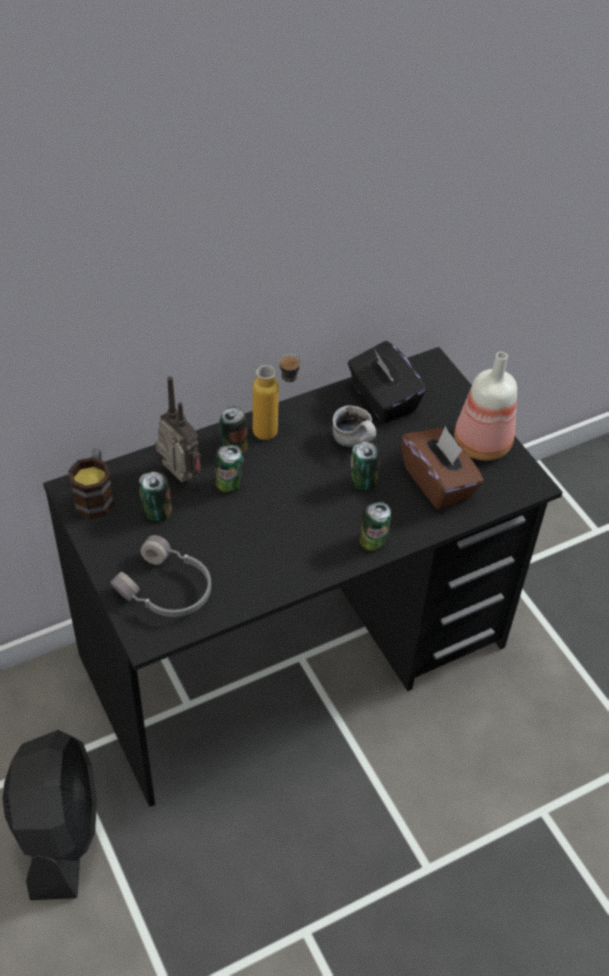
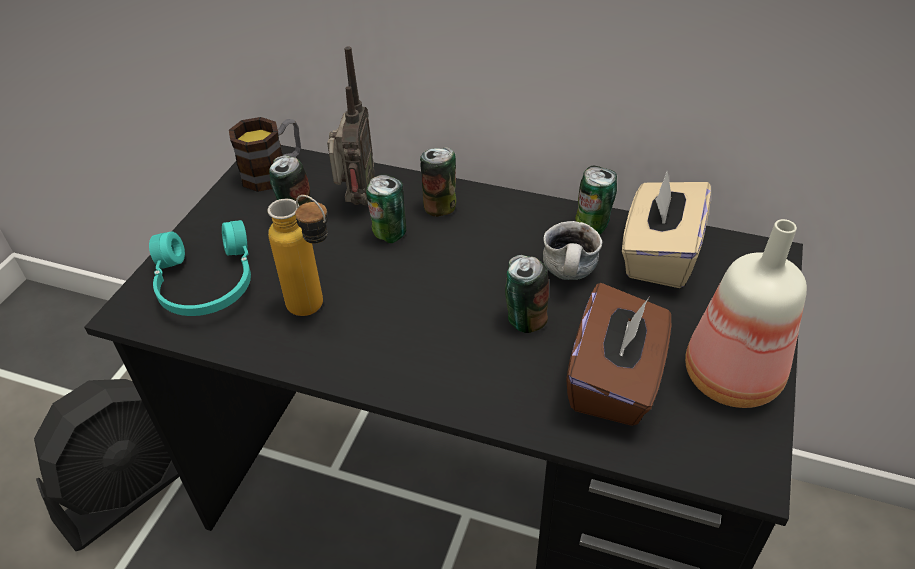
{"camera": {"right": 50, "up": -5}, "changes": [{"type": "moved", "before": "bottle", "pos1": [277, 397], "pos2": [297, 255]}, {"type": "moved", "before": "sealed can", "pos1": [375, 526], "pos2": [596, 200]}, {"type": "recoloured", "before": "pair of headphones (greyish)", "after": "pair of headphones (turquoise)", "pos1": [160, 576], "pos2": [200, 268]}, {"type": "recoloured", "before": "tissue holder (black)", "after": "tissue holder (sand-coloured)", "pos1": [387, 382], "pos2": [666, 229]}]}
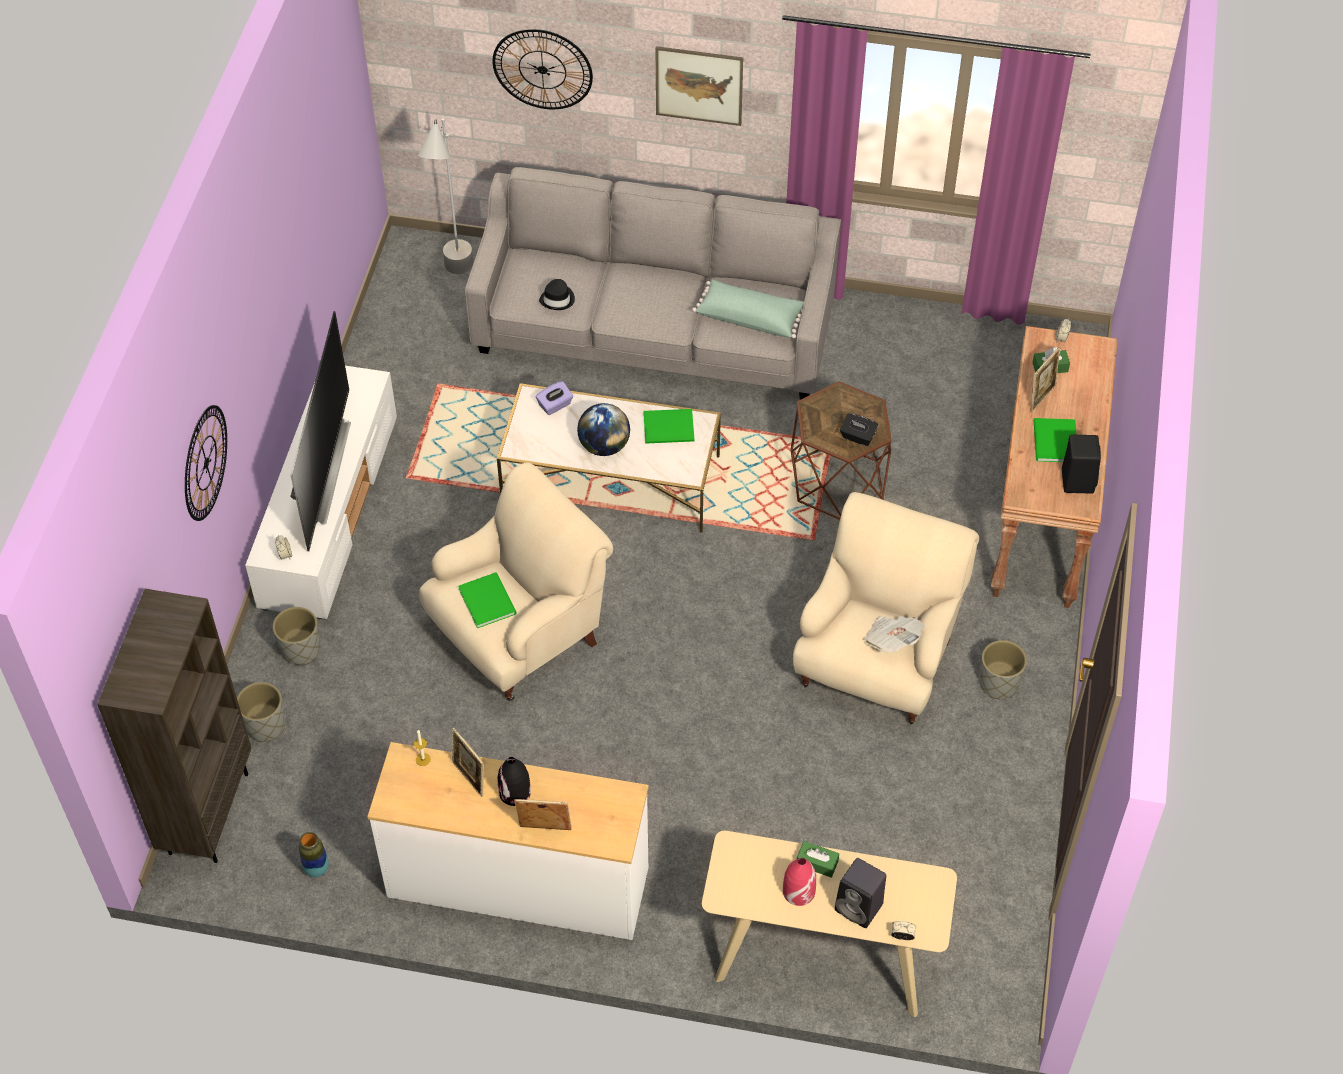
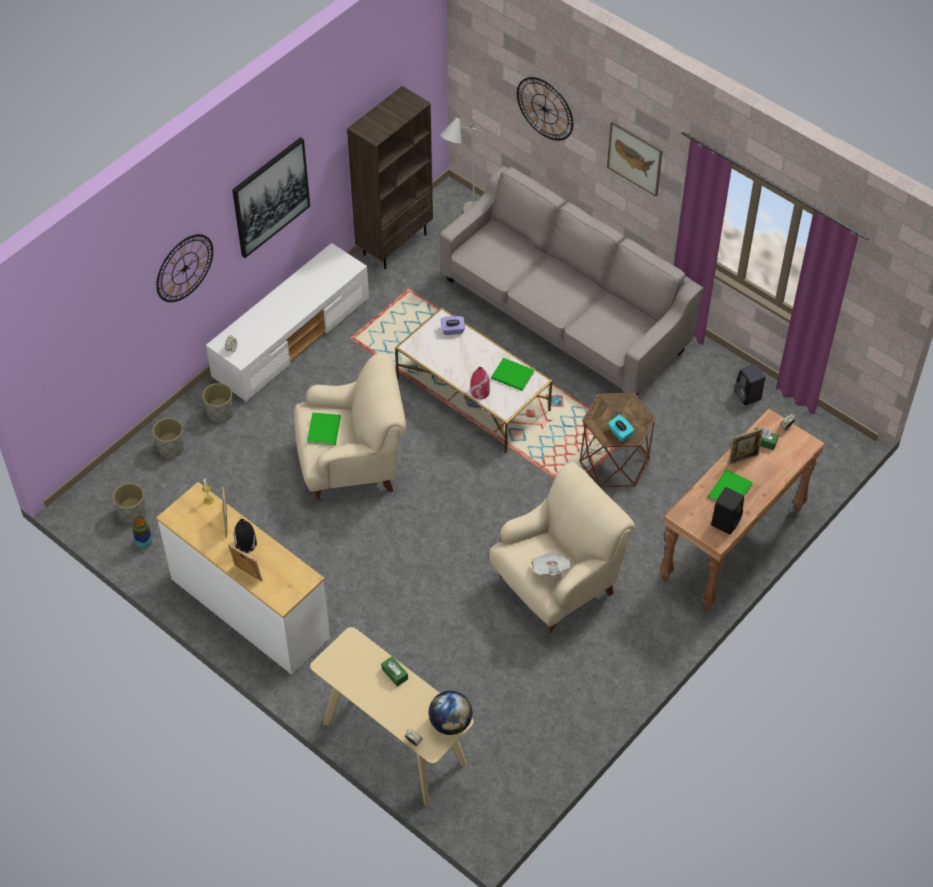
{"camera": {"right": 30, "up": 0}, "changes": [{"type": "removed", "before": "TV", "pos1": [320, 431]}, {"type": "removed", "before": "wearable hat (black)", "pos1": [557, 294]}, {"type": "removed", "before": "throw pillow (green)", "pos1": [748, 308]}, {"type": "added", "after": "wall art", "pos2": [271, 197]}, {"type": "moved", "before": "bookshelf (brown)", "pos1": [174, 726], "pos2": [390, 177]}, {"type": "moved", "before": "world globe", "pos1": [603, 429], "pos2": [450, 713]}, {"type": "moved", "before": "decorative vase (red)", "pos1": [799, 882], "pos2": [480, 383]}, {"type": "moved", "before": "speaker (black)", "pos1": [860, 893], "pos2": [750, 385]}, {"type": "moved", "before": "plant pot (greyish)", "pos1": [1003, 669], "pos2": [129, 503]}, {"type": "recoloured", "before": "tissue holder (black)", "after": "tissue holder (turquoise)", "pos1": [859, 429], "pos2": [621, 428]}]}
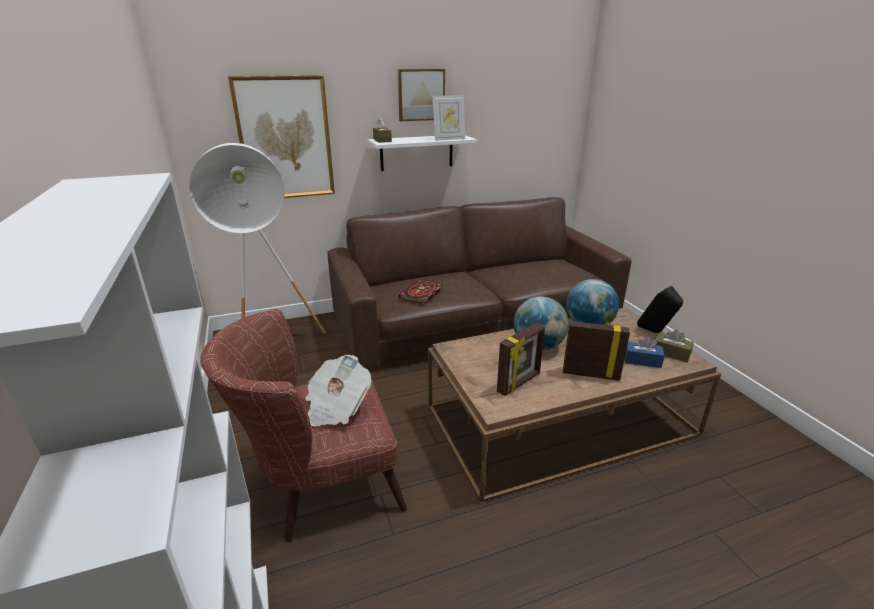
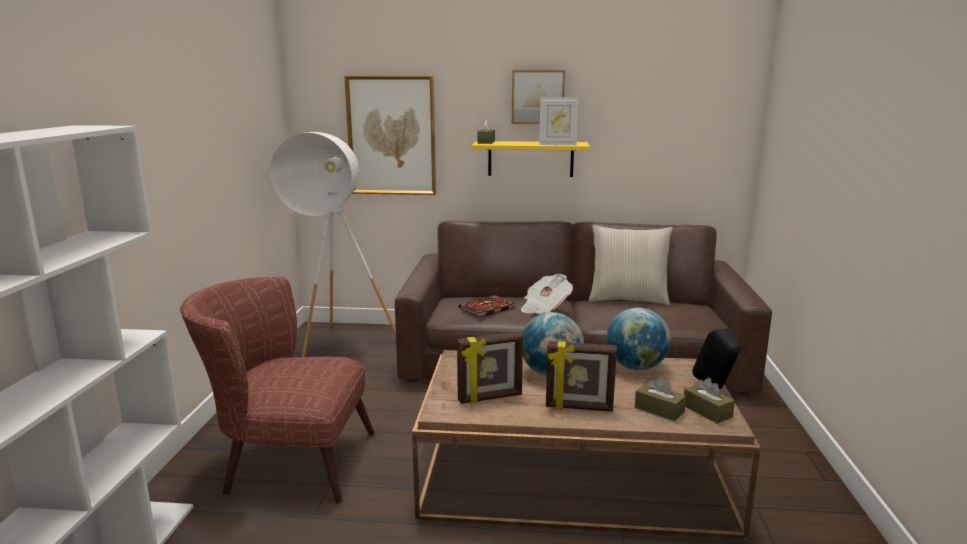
{"camera": {"right": 25, "up": -10}, "changes": [{"type": "added", "after": "throw pillow (sand-coloured)", "pos2": [630, 265]}, {"type": "moved", "before": "daily paper", "pos1": [338, 390], "pos2": [547, 294]}, {"type": "recoloured", "before": "bracket shelf (white-coloured)", "after": "bracket shelf (yellow)", "pos1": [422, 153], "pos2": [530, 159]}, {"type": "recoloured", "before": "tissue holder (blue)", "after": "tissue holder (brown)", "pos1": [645, 352], "pos2": [660, 399]}, {"type": "turned", "before": "standing frame", "pos1": [596, 351], "pos2": [581, 376], "turn": 150}]}
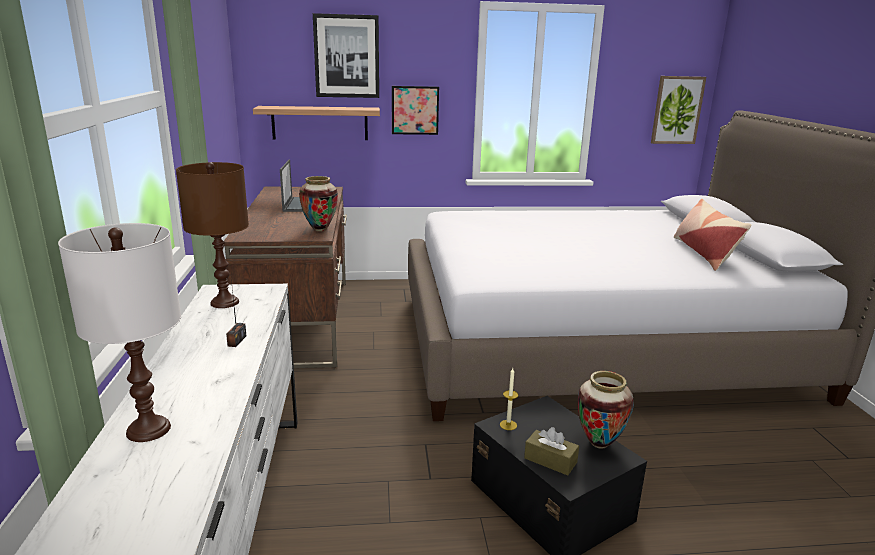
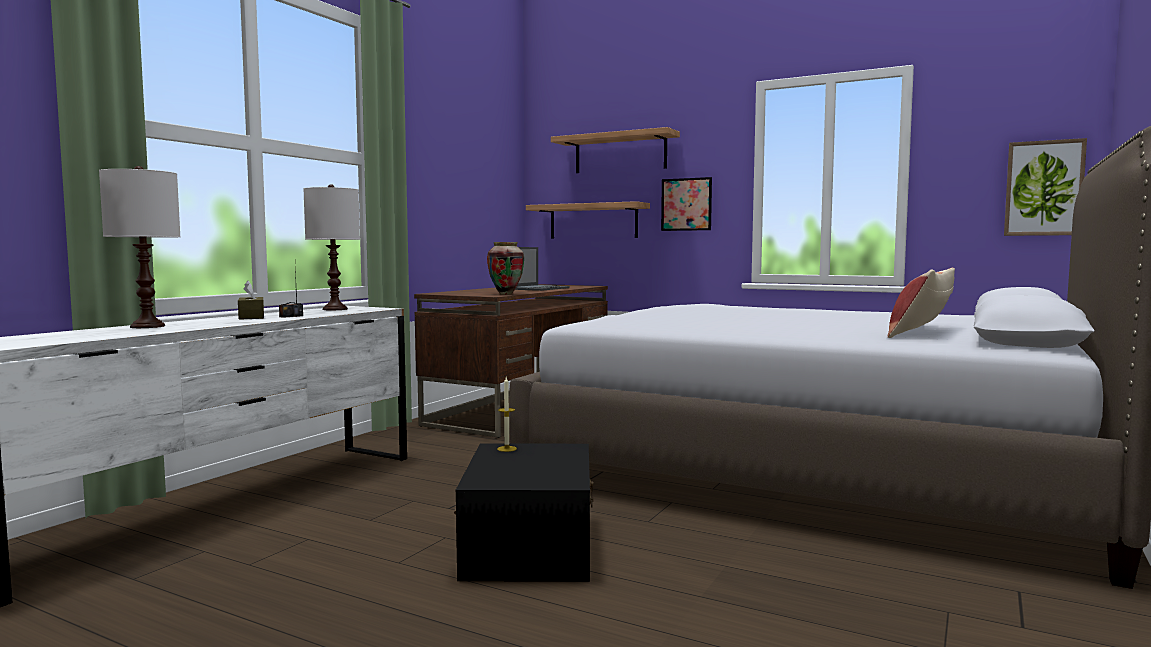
{"camera": {"right": 35, "up": -15}, "changes": [{"type": "removed", "before": "decorative vase", "pos1": [606, 410]}, {"type": "moved", "before": "tissue holder (brown)", "pos1": [551, 451], "pos2": [251, 300]}, {"type": "replaced", "before": "wall art", "after": "bracket shelf", "pos1": [346, 55], "pos2": [615, 150]}, {"type": "recoloured", "before": "table lamp (brown)", "after": "table lamp (white-coloured)", "pos1": [212, 235], "pos2": [331, 247]}]}
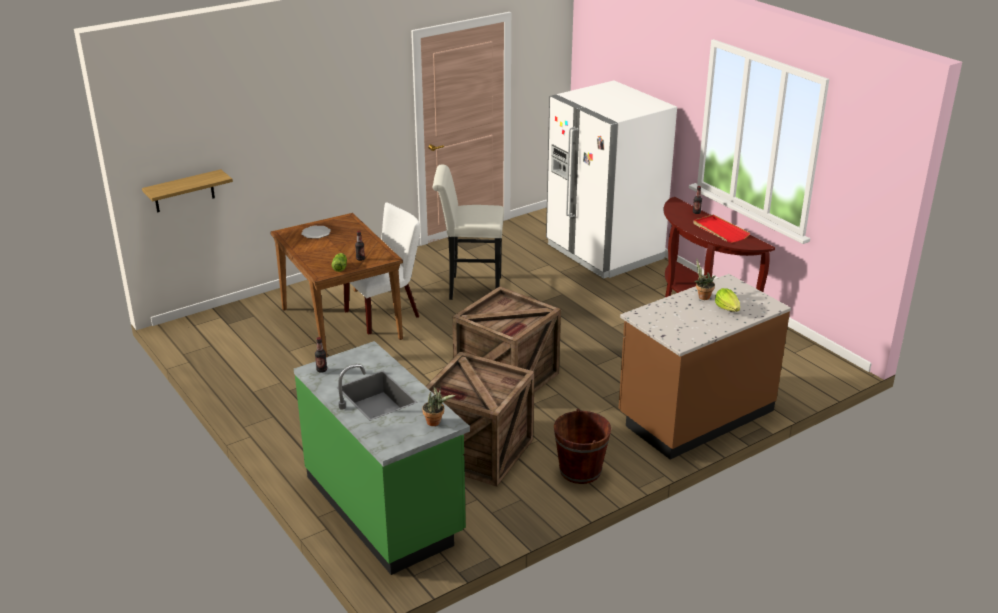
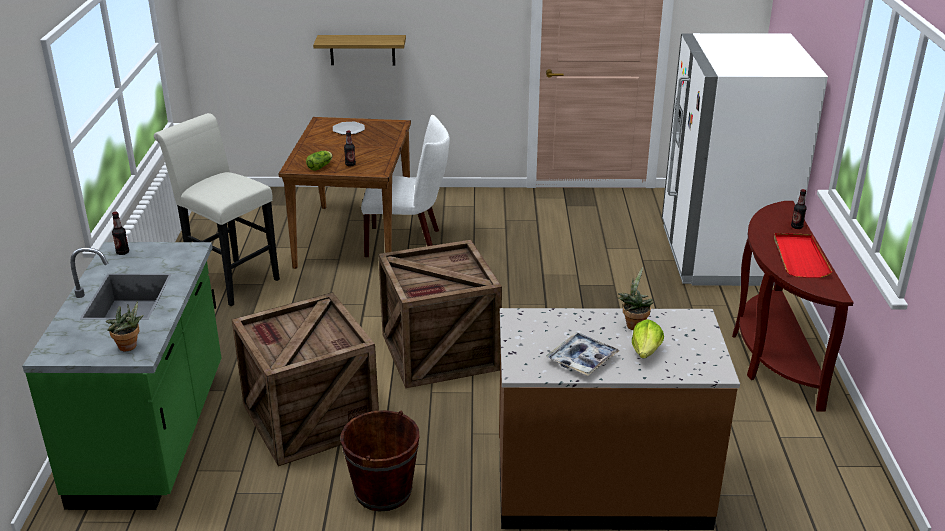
{"camera": {"right": 35, "up": 0}, "changes": [{"type": "added", "after": "serving tray", "pos2": [582, 354]}, {"type": "moved", "before": "bracket shelf", "pos1": [187, 191], "pos2": [359, 50]}, {"type": "moved", "before": "stool (white-coloured)", "pos1": [468, 232], "pos2": [217, 209]}]}
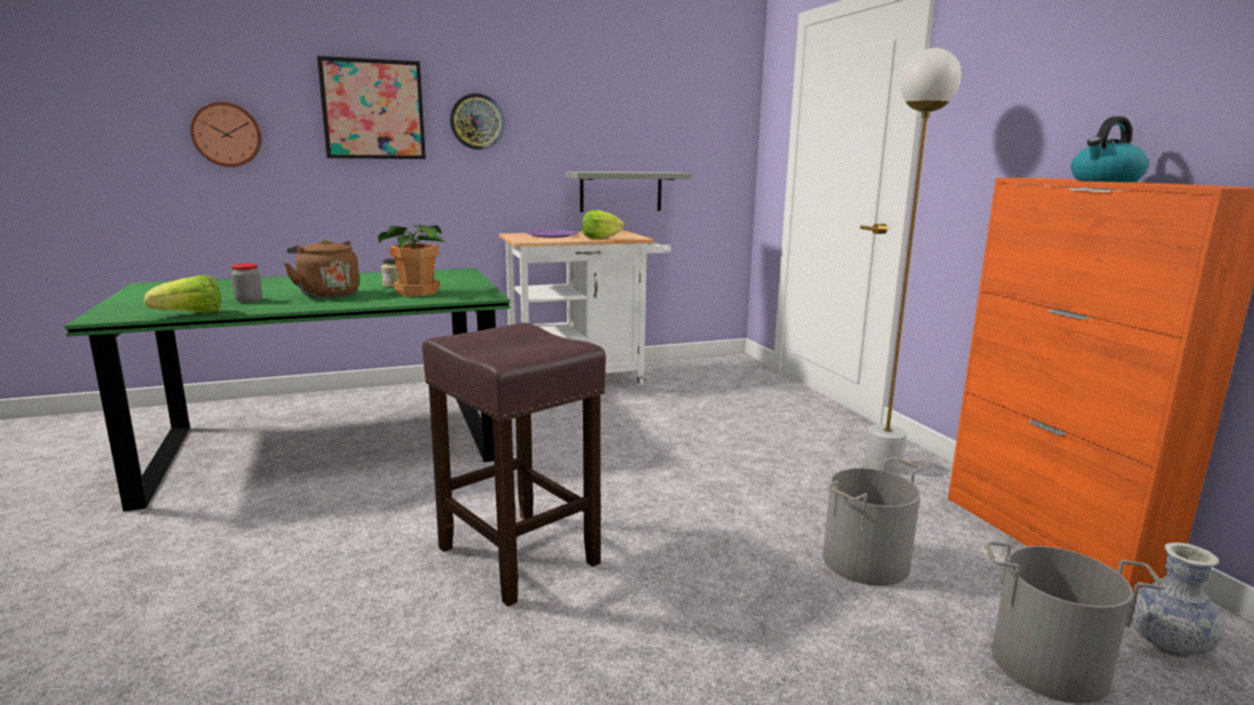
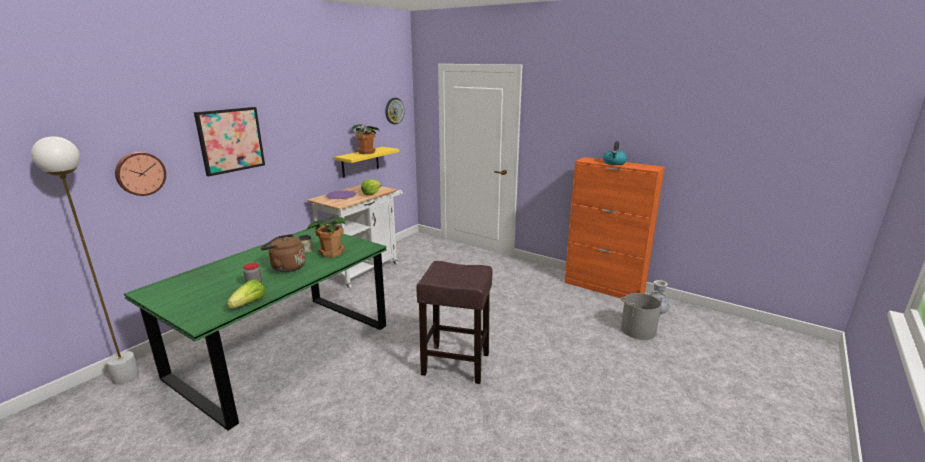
{"camera": {"right": -35, "up": 5}, "changes": [{"type": "removed", "before": "pail (greyish)", "pos1": [873, 521]}, {"type": "added", "after": "houseplant", "pos2": [365, 139]}, {"type": "moved", "before": "clock on the wall", "pos1": [477, 121], "pos2": [395, 111]}, {"type": "moved", "before": "floor lamp (white-coloured)", "pos1": [913, 261], "pos2": [85, 260]}, {"type": "recoloured", "before": "bracket shelf (greyish)", "after": "bracket shelf (yellow)", "pos1": [629, 191], "pos2": [366, 162]}]}
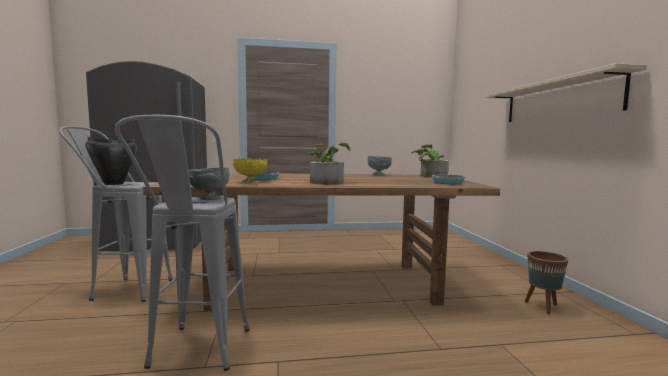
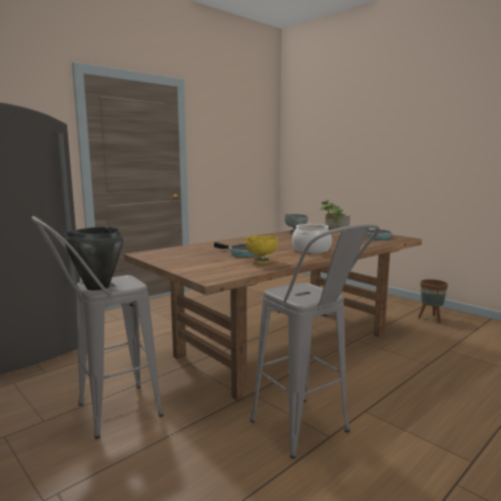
{"camera": {"right": -35, "up": 5}, "changes": [{"type": "removed", "before": "deep dish (greyish)", "pos1": [208, 184]}, {"type": "removed", "before": "bracket shelf (sand-coloured)", "pos1": [566, 92]}, {"type": "replaced", "before": "houseplant", "after": "cooking pot", "pos1": [330, 164], "pos2": [312, 238]}]}
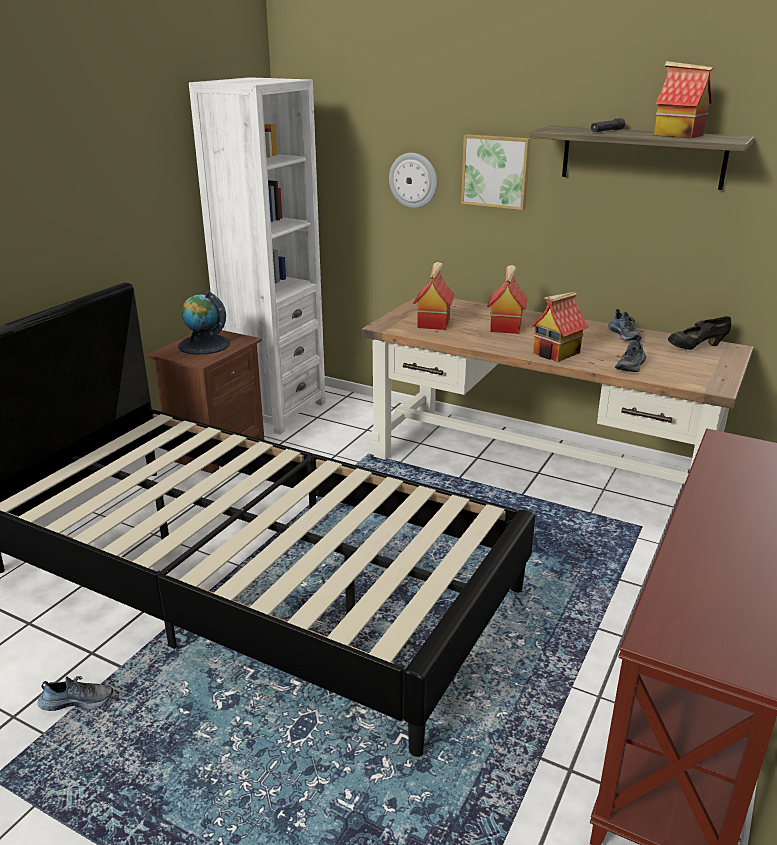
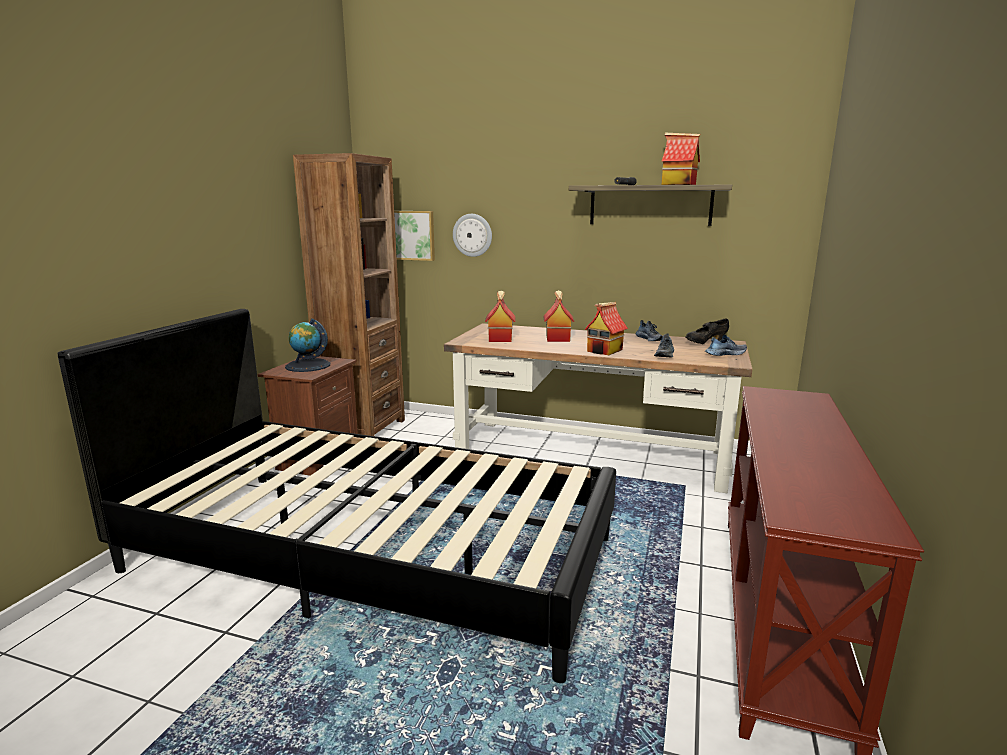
{"camera": {"right": -10, "up": -10}, "changes": [{"type": "moved", "before": "shoe", "pos1": [75, 693], "pos2": [726, 345]}, {"type": "moved", "before": "wall art", "pos1": [496, 172], "pos2": [414, 236]}, {"type": "recoloured", "before": "bookshelf (white-coloured)", "after": "bookshelf (brown)", "pos1": [257, 256], "pos2": [349, 294]}]}
